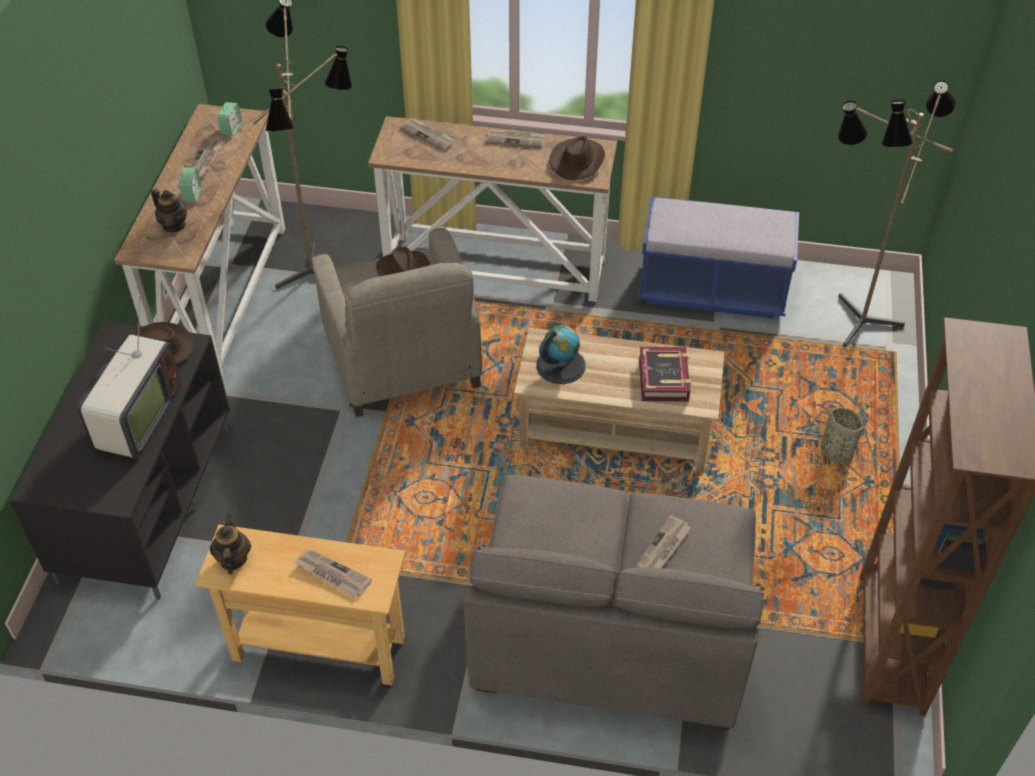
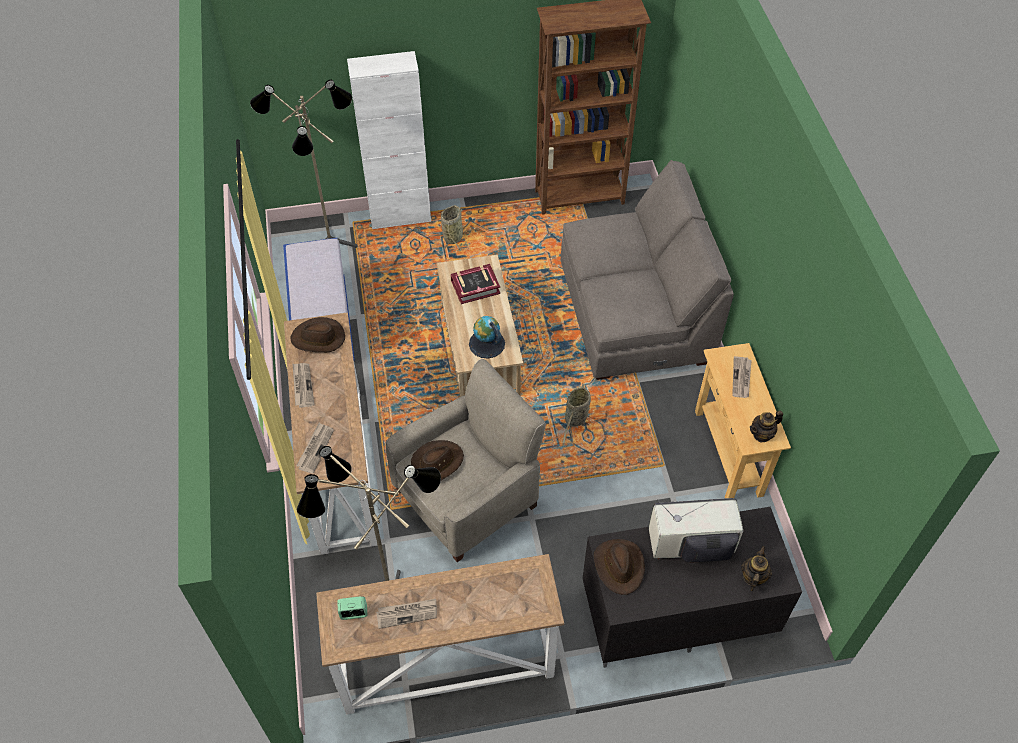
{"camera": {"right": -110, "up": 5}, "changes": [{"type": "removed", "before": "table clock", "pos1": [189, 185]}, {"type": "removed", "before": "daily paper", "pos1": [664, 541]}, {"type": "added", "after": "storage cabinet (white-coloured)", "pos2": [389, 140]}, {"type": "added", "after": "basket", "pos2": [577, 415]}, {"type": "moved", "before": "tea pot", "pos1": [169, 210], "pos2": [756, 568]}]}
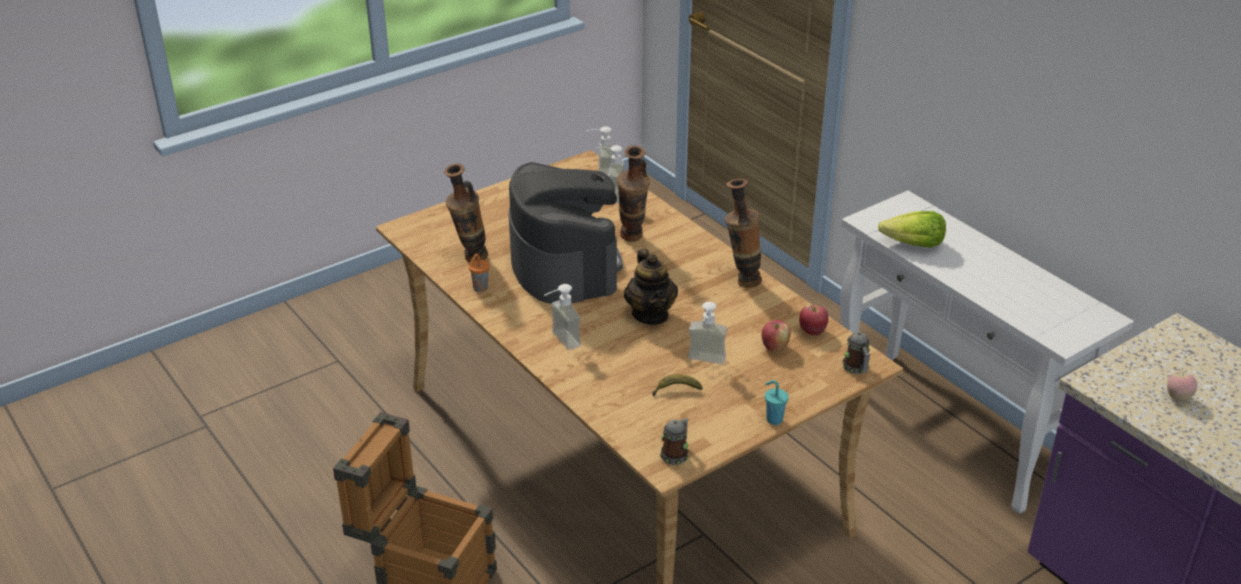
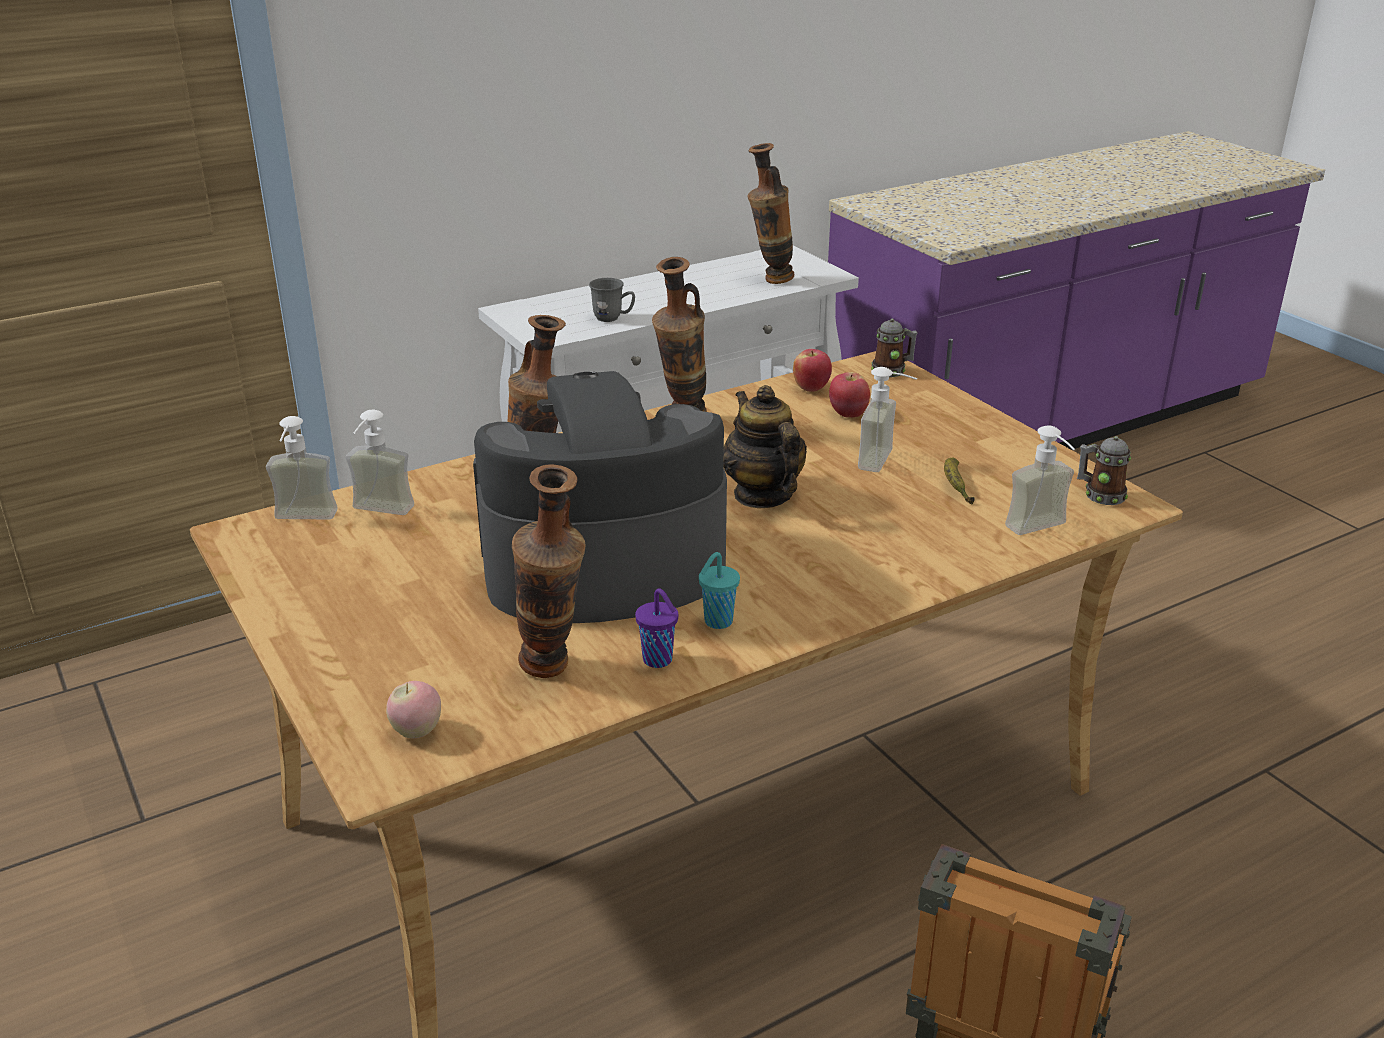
{"camera": {"right": -85, "up": -5}, "changes": [{"type": "added", "after": "decorative vase", "pos2": [771, 213]}, {"type": "moved", "before": "soap dispenser", "pos1": [562, 317], "pos2": [1040, 480]}, {"type": "moved", "before": "cup (turquoise)", "pos1": [777, 402], "pos2": [719, 590]}, {"type": "moved", "before": "apple fruit", "pos1": [1182, 386], "pos2": [413, 709]}, {"type": "replaced", "before": "lettuce", "after": "tea mug (greyish)", "pos1": [912, 229], "pos2": [612, 300]}, {"type": "recoloured", "before": "cup (orange)", "after": "cup (purple-coloured)", "pos1": [479, 273], "pos2": [656, 628]}, {"type": "turned", "before": "tea pot", "pos1": [651, 287], "pos2": [765, 446], "turn": -105}]}
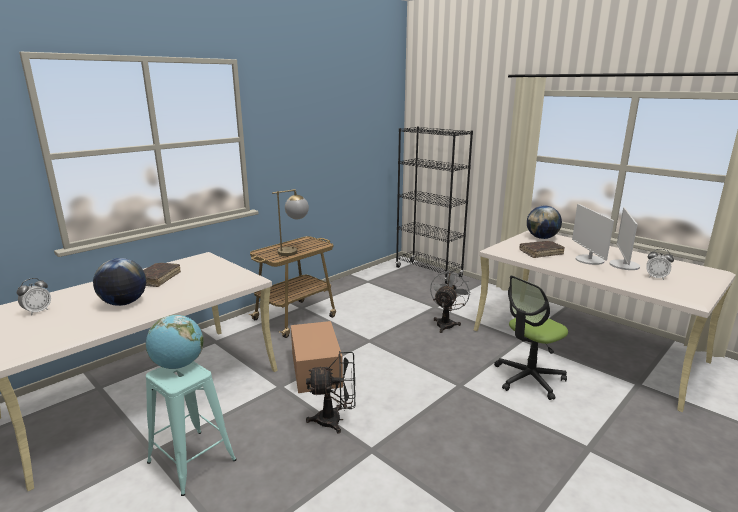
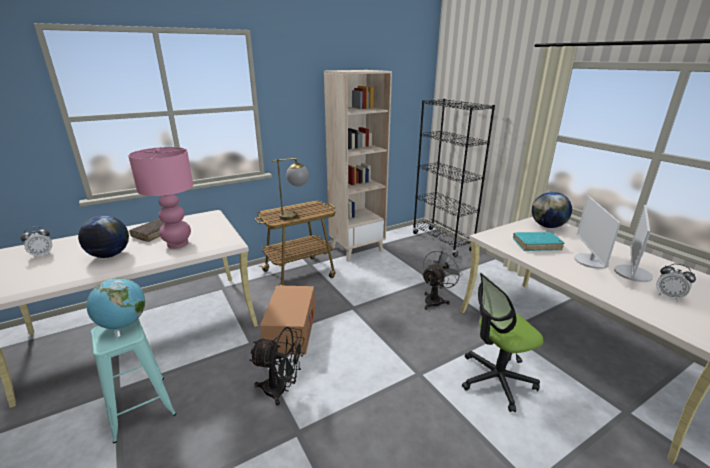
{"camera": {"right": 15, "up": 5}, "changes": [{"type": "added", "after": "table lamp (pink)", "pos2": [160, 198]}, {"type": "added", "after": "bookshelf (sand-coloured)", "pos2": [358, 166]}, {"type": "recoloured", "before": "book (brown)", "after": "book (turquoise)", "pos1": [542, 249], "pos2": [539, 241]}]}
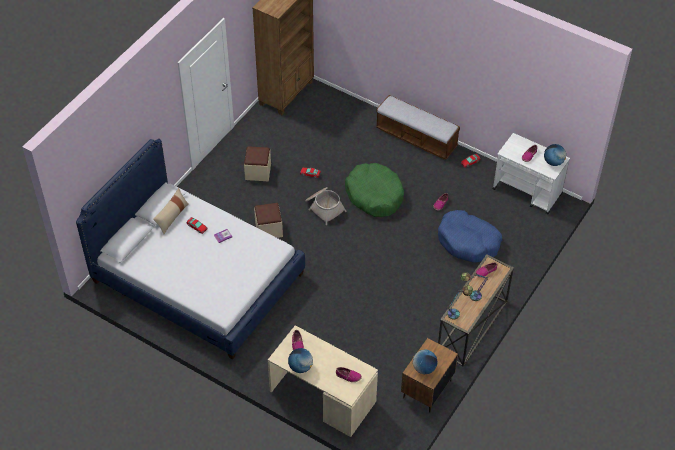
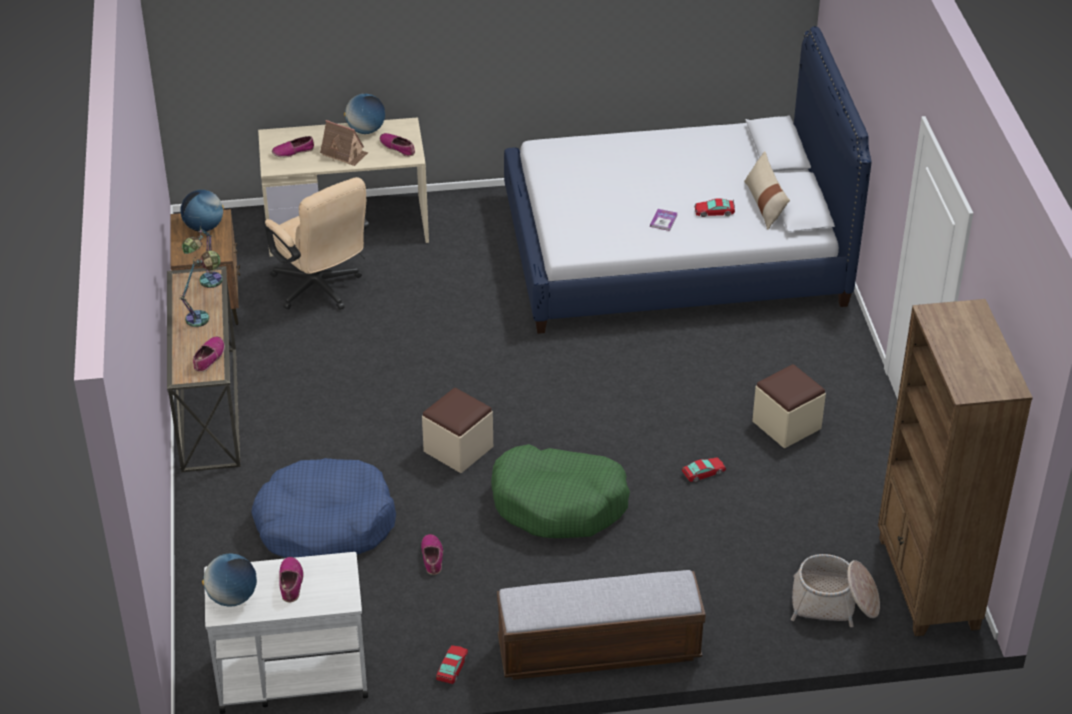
{"camera": {"right": 140, "up": -10}, "changes": [{"type": "added", "after": "office chair (sand-coloured)", "pos2": [317, 243]}, {"type": "added", "after": "toy house", "pos2": [344, 143]}, {"type": "moved", "before": "footrest (sand-coloured)", "pos1": [268, 220], "pos2": [457, 430]}, {"type": "moved", "before": "basket", "pos1": [326, 206], "pos2": [835, 590]}]}
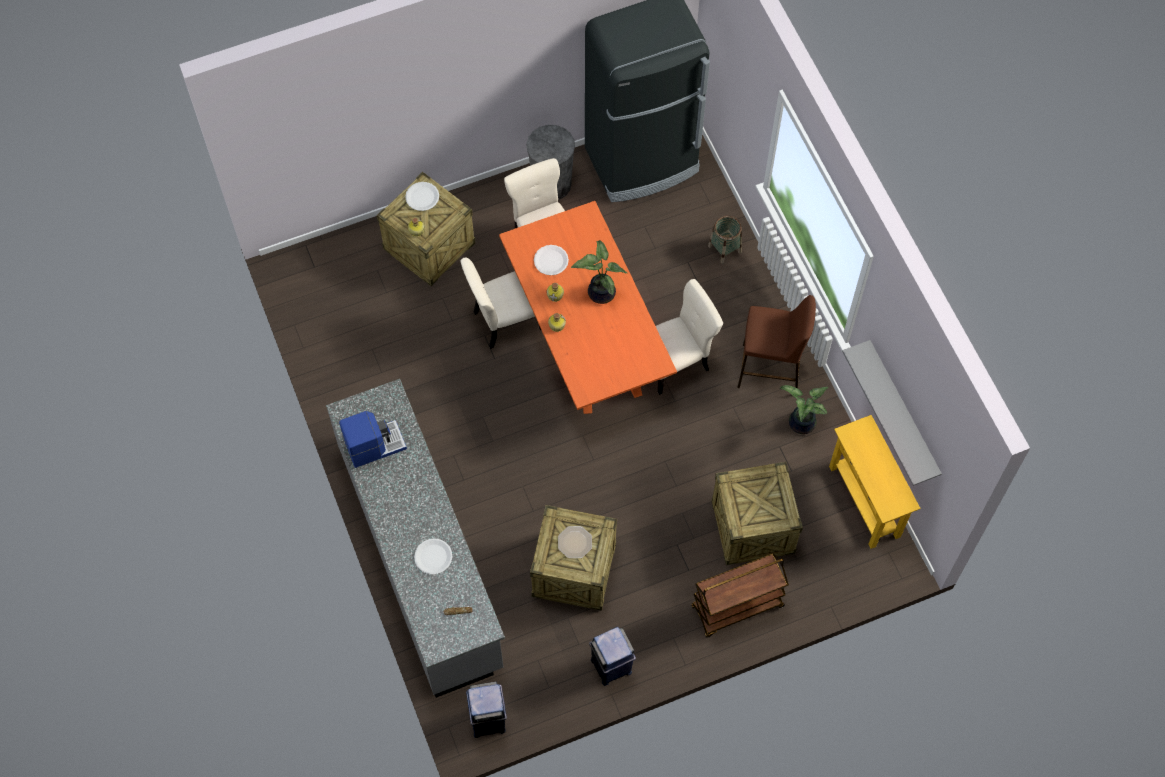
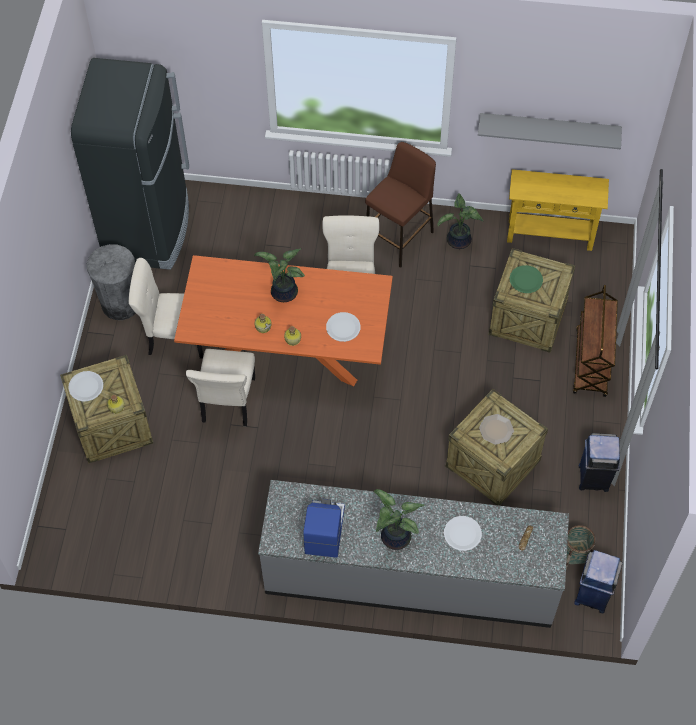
{"camera": {"right": -60, "up": -5}, "changes": [{"type": "added", "after": "houseplant", "pos2": [399, 519]}, {"type": "added", "after": "flat dish (green)", "pos2": [526, 279]}, {"type": "moved", "before": "flat dish (white-coloured)", "pos1": [551, 260], "pos2": [343, 327]}, {"type": "moved", "before": "basket", "pos1": [725, 240], "pos2": [580, 547]}]}
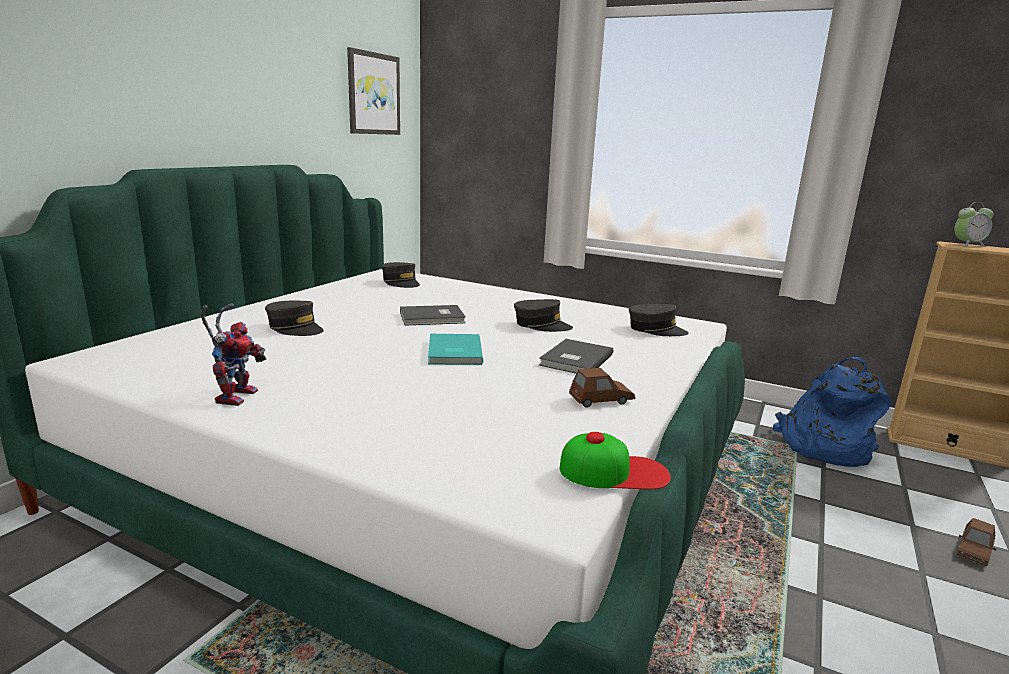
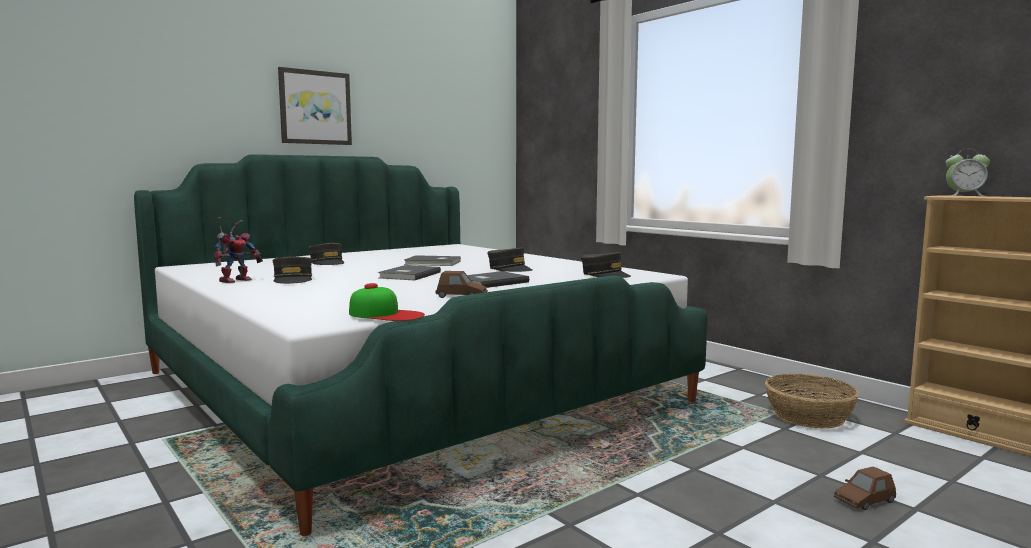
{"camera": {"right": 25, "up": -10}, "changes": [{"type": "moved", "before": "wall art", "pos1": [373, 91], "pos2": [315, 106]}, {"type": "moved", "before": "baseball cap (greyish)", "pos1": [400, 275], "pos2": [292, 270]}, {"type": "replaced", "before": "knapsack (blue)", "after": "basket", "pos1": [832, 412], "pos2": [812, 401]}, {"type": "recoloured", "before": "book (turquoise)", "after": "book (greyish)", "pos1": [455, 349], "pos2": [409, 272]}]}
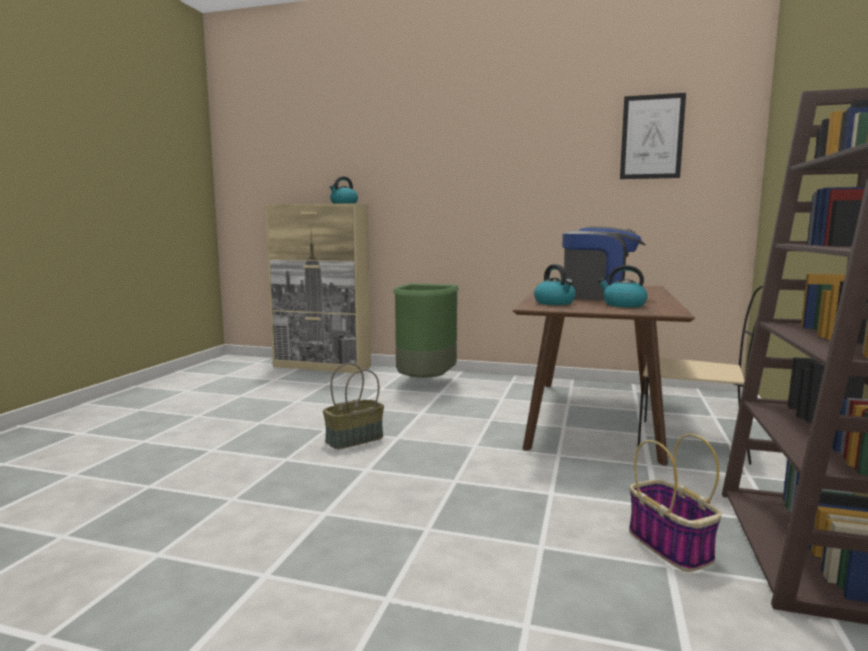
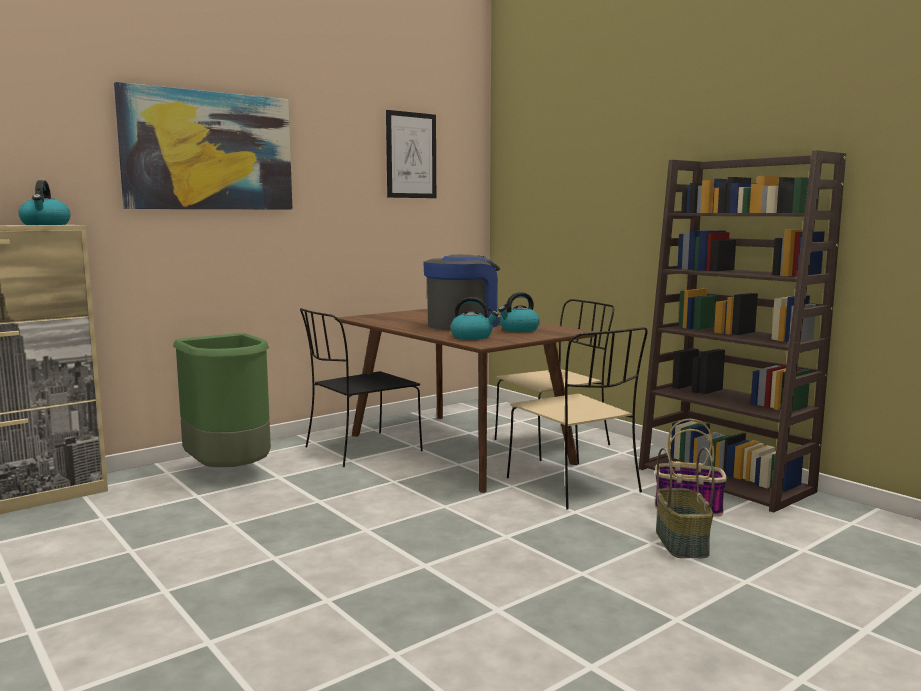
{"camera": {"right": -55, "up": 0}, "changes": [{"type": "added", "after": "wall art", "pos2": [203, 146]}, {"type": "added", "after": "upright chair (black)", "pos2": [361, 387]}, {"type": "added", "after": "upright chair (sand-coloured)", "pos2": [577, 418]}, {"type": "moved", "before": "basket", "pos1": [353, 406], "pos2": [685, 502]}]}
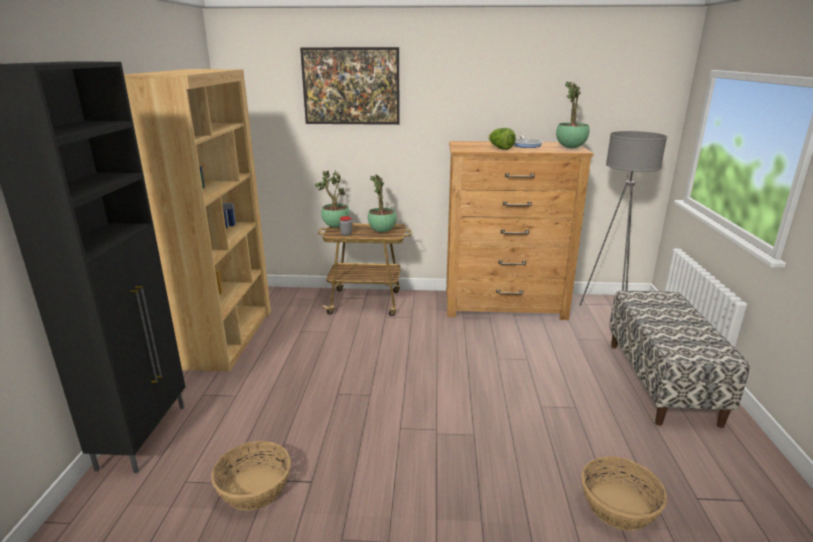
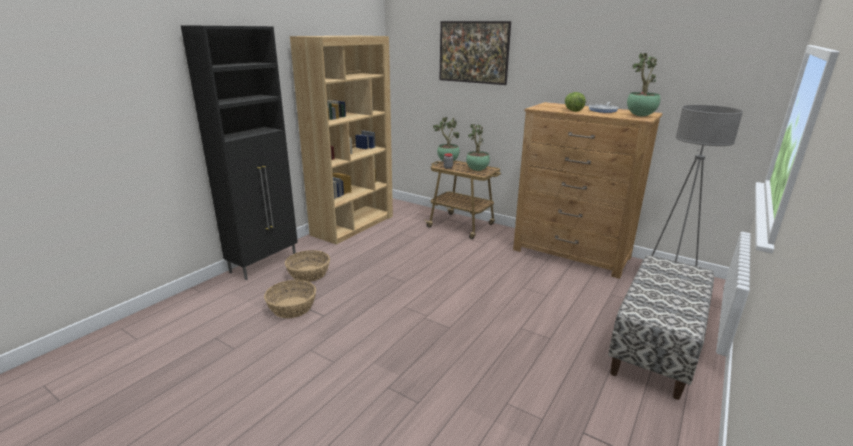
{"camera": {"right": 30, "up": 0}, "changes": [{"type": "moved", "before": "basket", "pos1": [624, 493], "pos2": [307, 266]}]}
